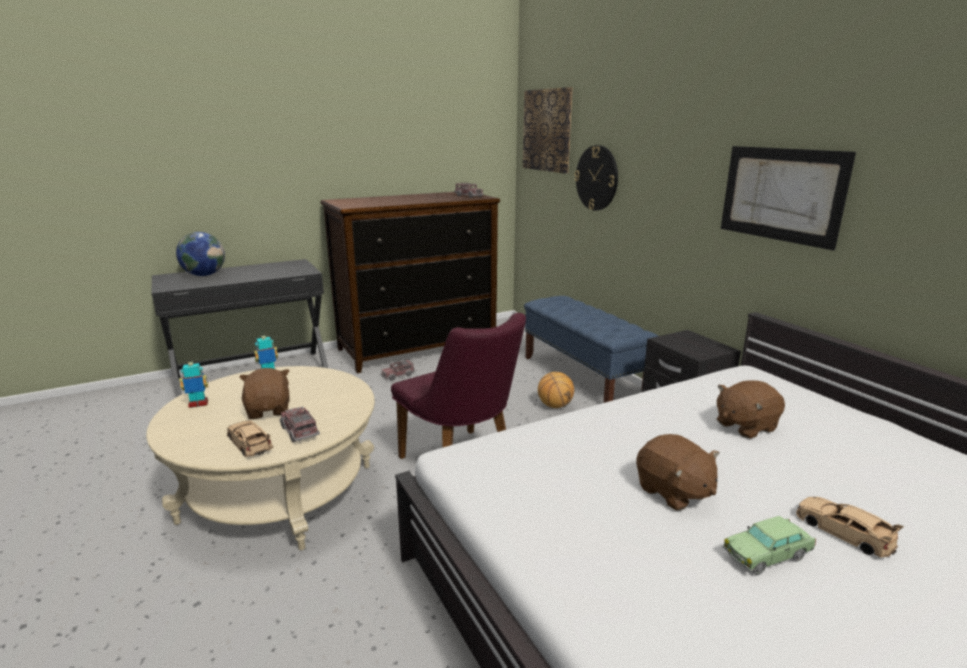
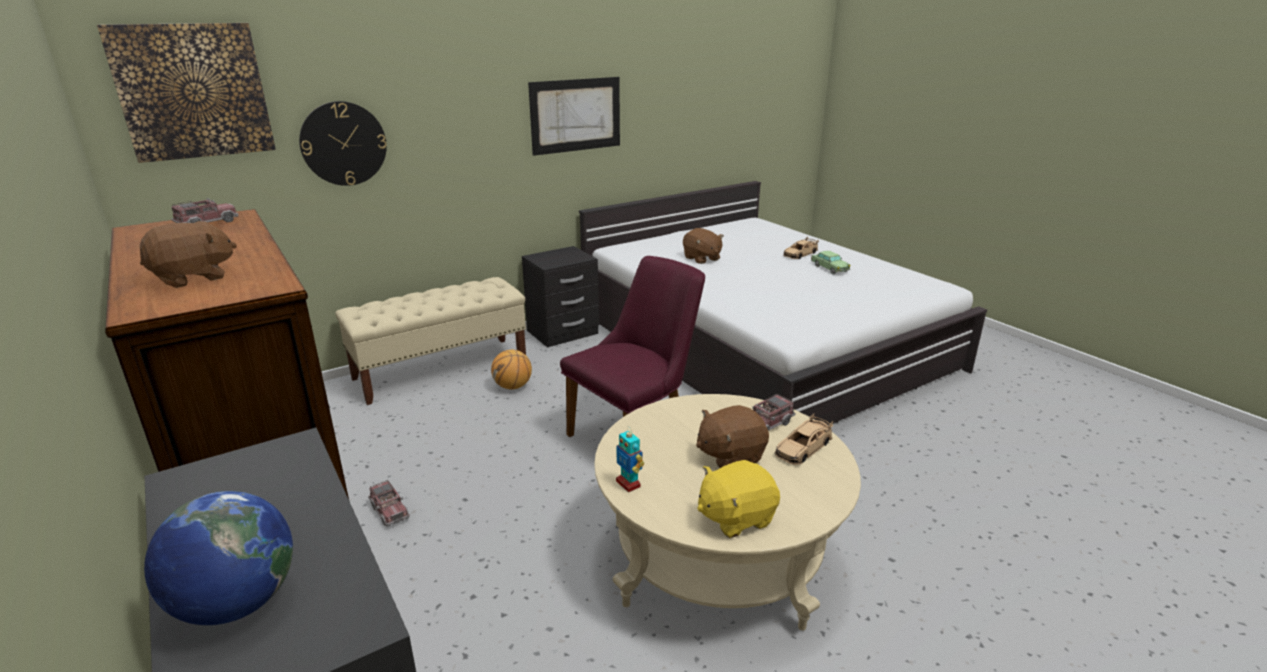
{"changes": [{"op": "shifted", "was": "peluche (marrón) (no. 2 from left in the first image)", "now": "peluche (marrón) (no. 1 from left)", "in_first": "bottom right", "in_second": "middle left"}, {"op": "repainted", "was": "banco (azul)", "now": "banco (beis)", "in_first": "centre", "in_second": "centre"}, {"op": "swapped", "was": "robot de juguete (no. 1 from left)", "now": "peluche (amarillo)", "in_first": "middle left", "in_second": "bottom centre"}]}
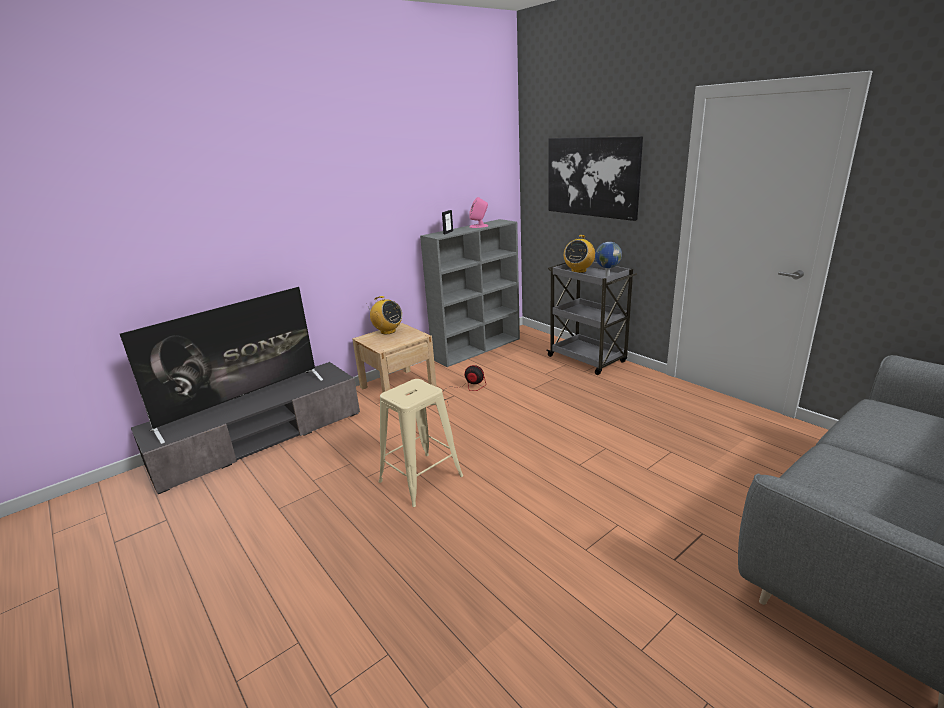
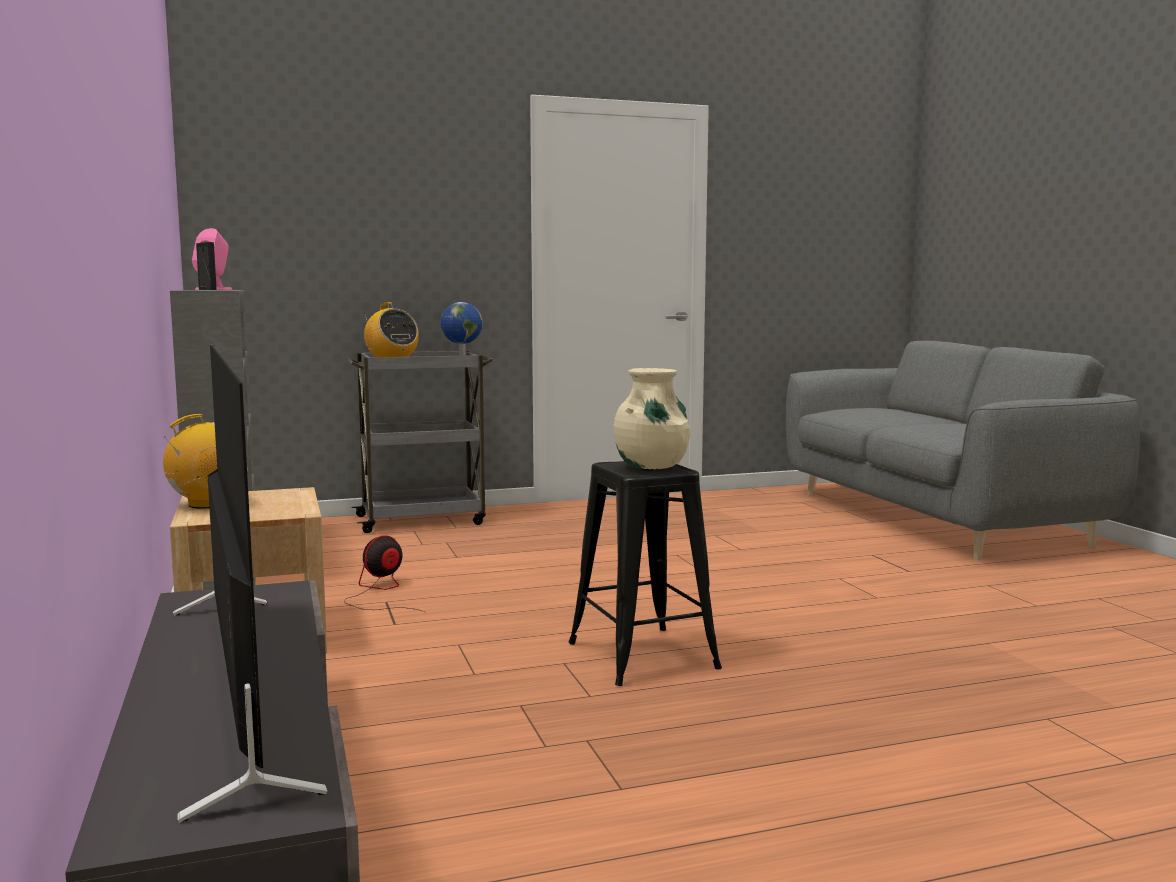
{"changes": [{"op": "repainted", "was": "taburete (beis)", "now": "taburete (negro)", "in_first": "centre", "in_second": "centre"}, {"op": "new", "now": "florero (beis)", "in_second": "centre"}, {"op": "gone", "was": "cuadro", "in_first": "top centre"}]}
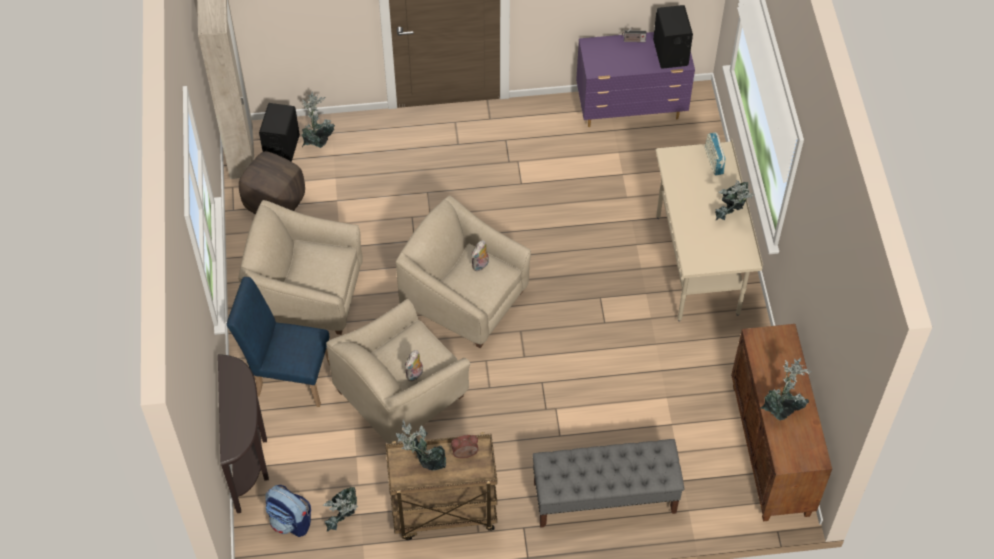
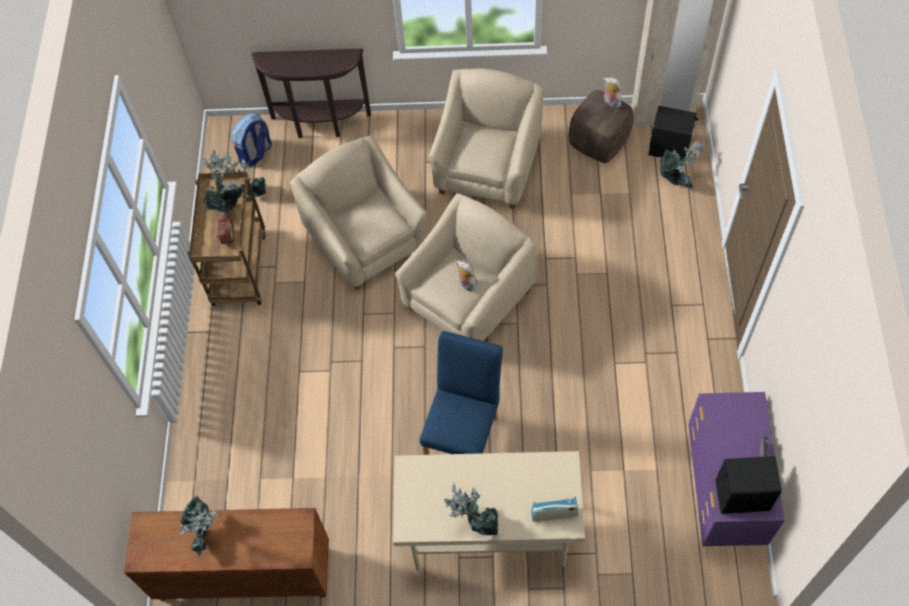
{"changes": [{"op": "shifted", "was": "silla (azul)", "in_first": "middle left", "in_second": "centre"}, {"op": "shifted", "was": "peluche (no. 1 from left in the first image)", "now": "peluche (no. 2 from left)", "in_first": "centre", "in_second": "top right"}, {"op": "gone", "was": "banco (gris)", "in_first": "bottom centre"}]}
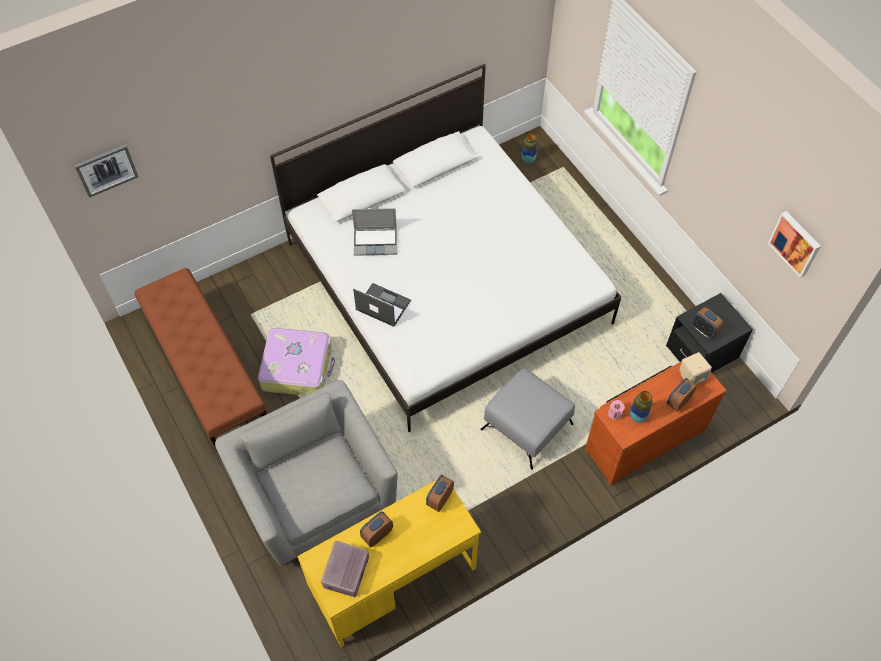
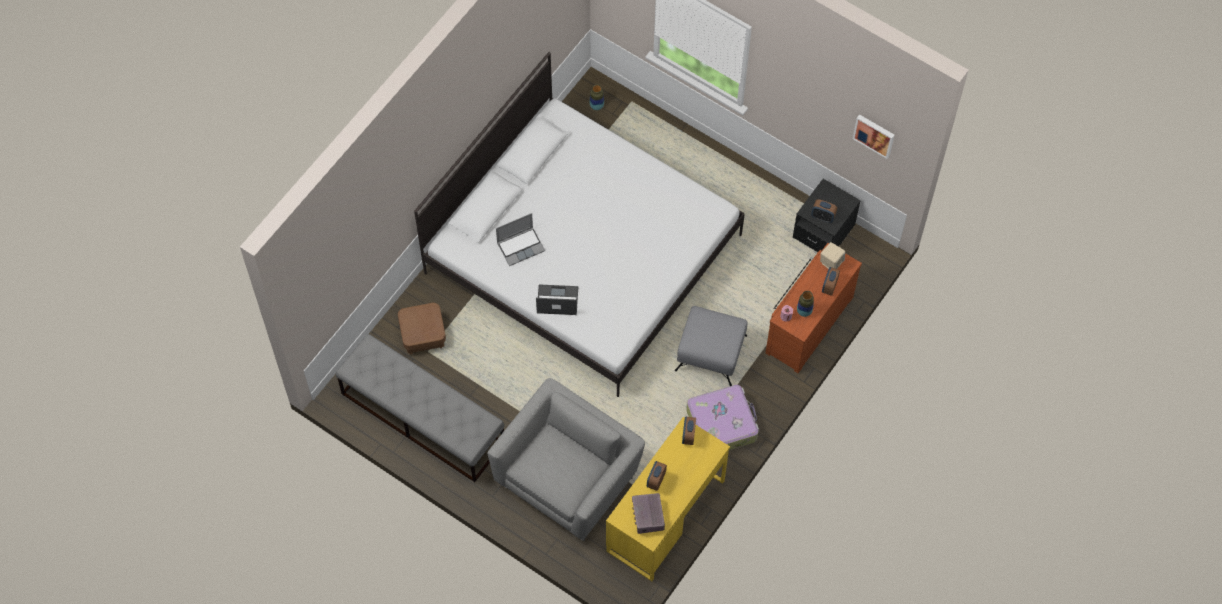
{"changes": [{"op": "repainted", "was": "banco (marrón)", "now": "banco (gris)", "in_first": "middle left", "in_second": "bottom centre"}, {"op": "new", "now": "puf (marrón)", "in_second": "centre"}, {"op": "rotated", "was": "sillón (gris)", "in_first": "bottom centre", "in_second": "bottom centre", "clockwise": 90}, {"op": "shifted", "was": "maleta", "in_first": "centre", "in_second": "bottom centre"}, {"op": "gone", "was": "cuadro (no. 1 from left)", "in_first": "top left"}]}
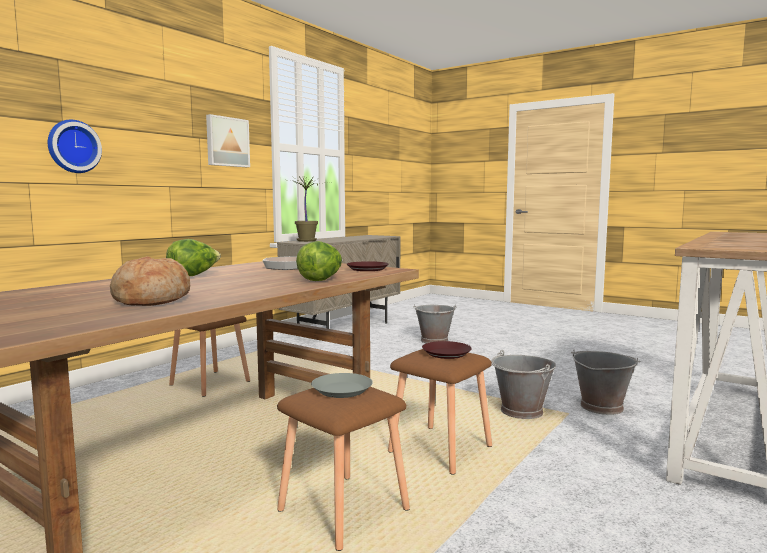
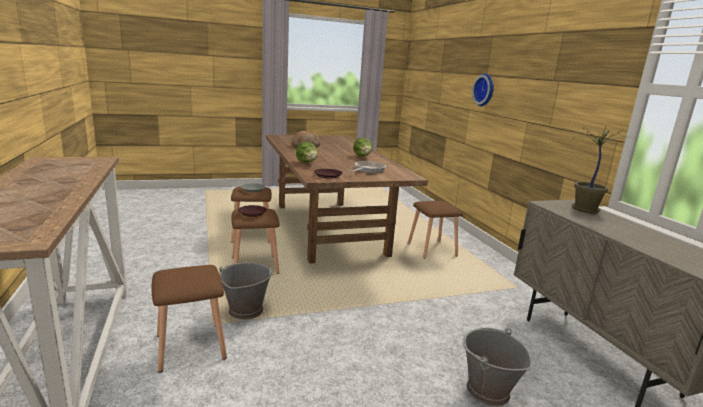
{"changes": [{"op": "swapped", "was": "cubo (gris) (no. 3 from left)", "now": "taburete (marrón) (no. 1 from left)", "in_first": "bottom right", "in_second": "bottom left"}, {"op": "gone", "was": "cuadro", "in_first": "top left"}]}
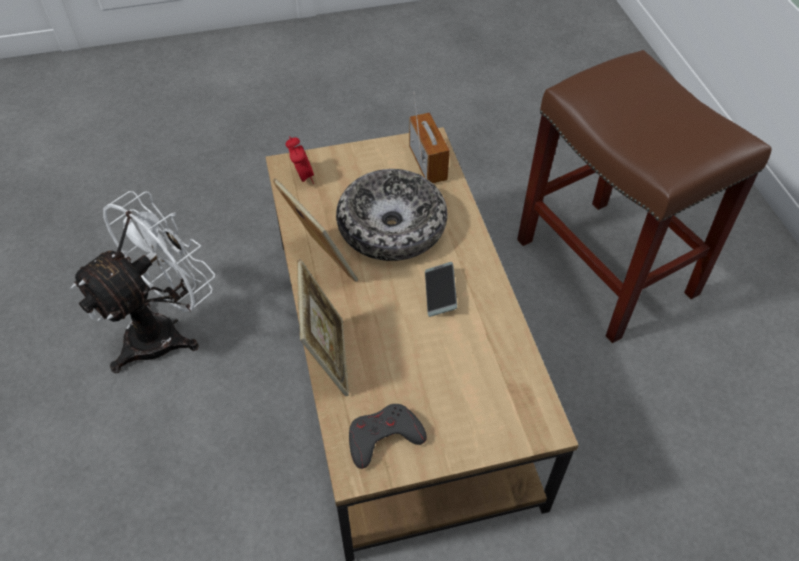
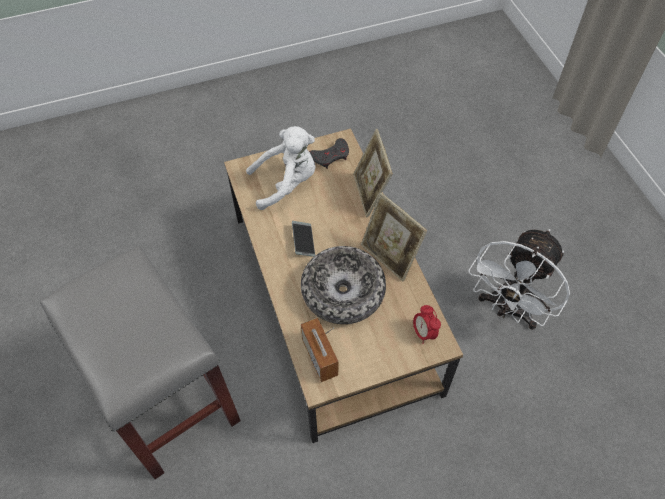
{"changes": [{"op": "repainted", "was": "taburete (marrón)", "now": "taburete (gris)", "in_first": "middle right", "in_second": "bottom left"}, {"op": "new", "now": "peluche (blanco)", "in_second": "centre"}]}
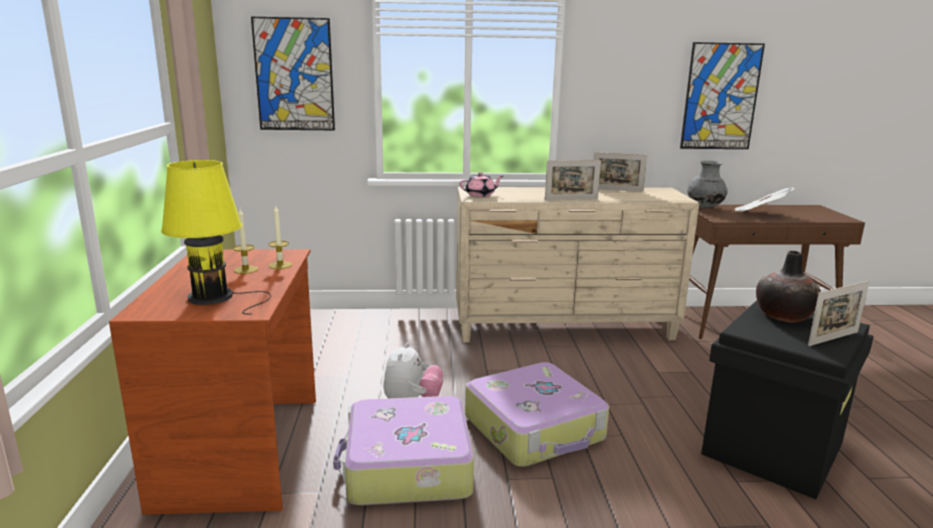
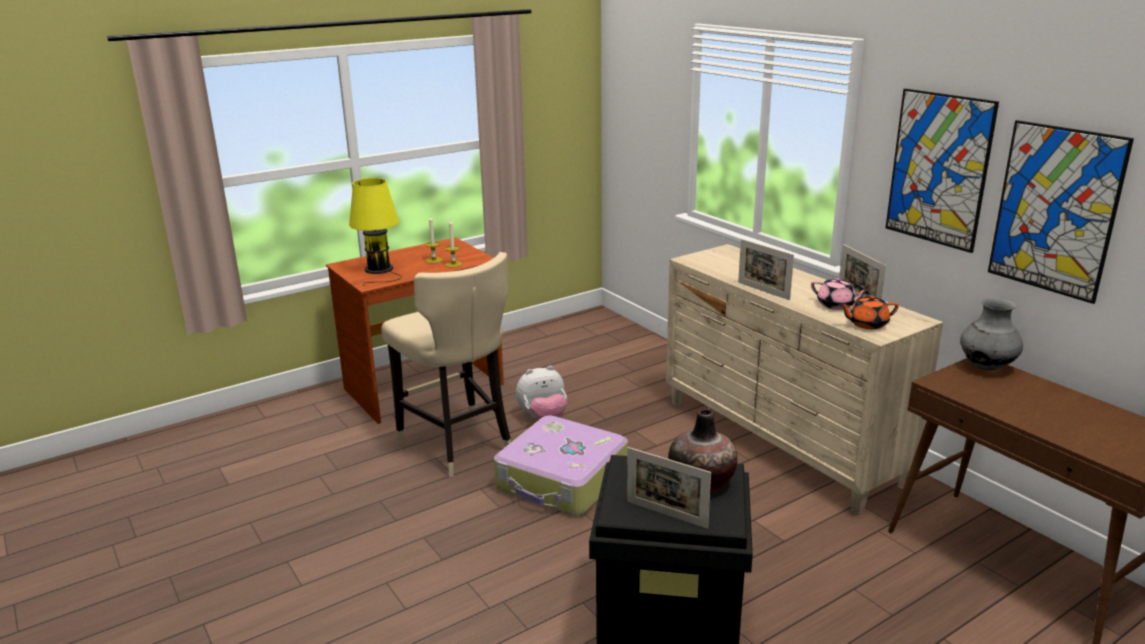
{"changes": [{"op": "swapped", "was": "maleta (no. 1 from left)", "now": "taburete (beis)", "in_first": "bottom centre", "in_second": "centre"}, {"op": "shifted", "was": "tetera (rosa)", "in_first": "centre", "in_second": "middle right"}, {"op": "new", "now": "tetera (naranja)", "in_second": "middle right"}, {"op": "shifted", "was": "cuadro (no. 1 from left)", "in_first": "top left", "in_second": "top right"}, {"op": "gone", "was": "periódico", "in_first": "middle right"}]}
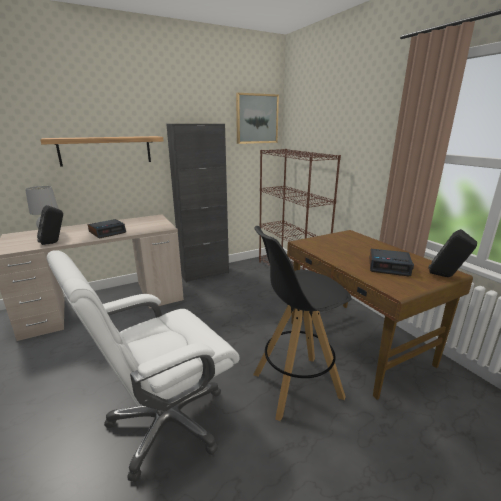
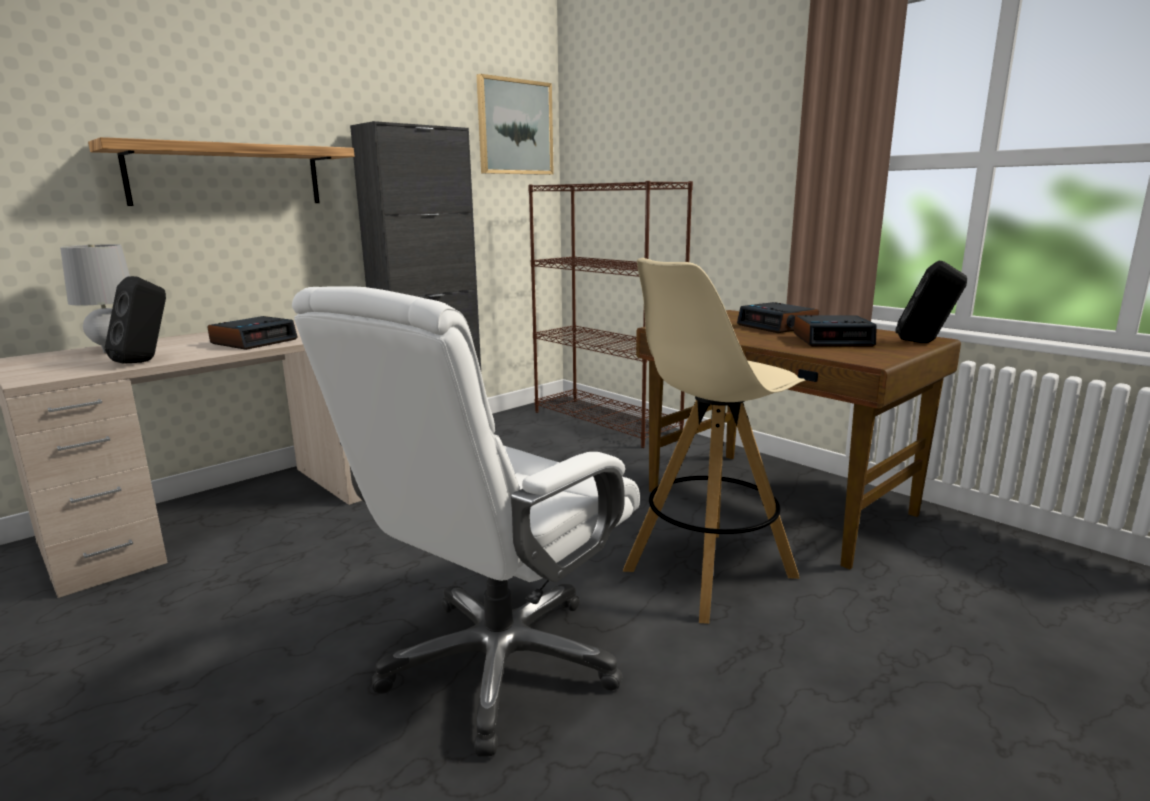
{"changes": [{"op": "repainted", "was": "taburete (negro)", "now": "taburete (beis)", "in_first": "centre", "in_second": "centre"}, {"op": "new", "now": "despertador (no. 2 from left)", "in_second": "middle right"}]}
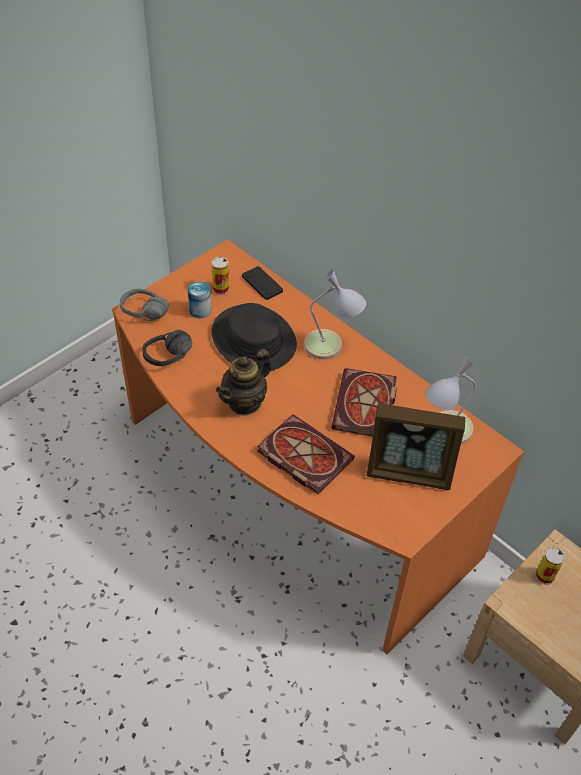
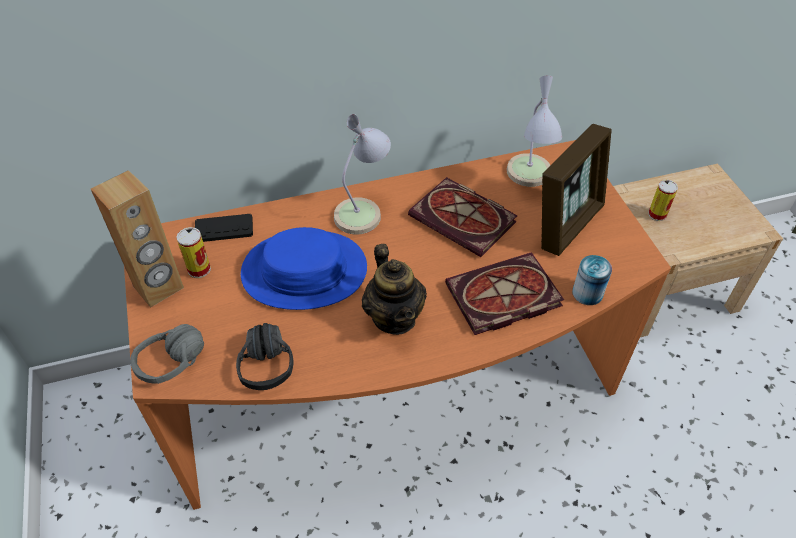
{"changes": [{"op": "new", "now": "altavoz (marrón)", "in_second": "middle left"}, {"op": "repainted", "was": "sombrero (negro)", "now": "sombrero (azul)", "in_first": "centre", "in_second": "centre"}, {"op": "shifted", "was": "lata (no. 1 from left in the first image)", "now": "lata (no. 2 from left)", "in_first": "centre", "in_second": "middle right"}]}
